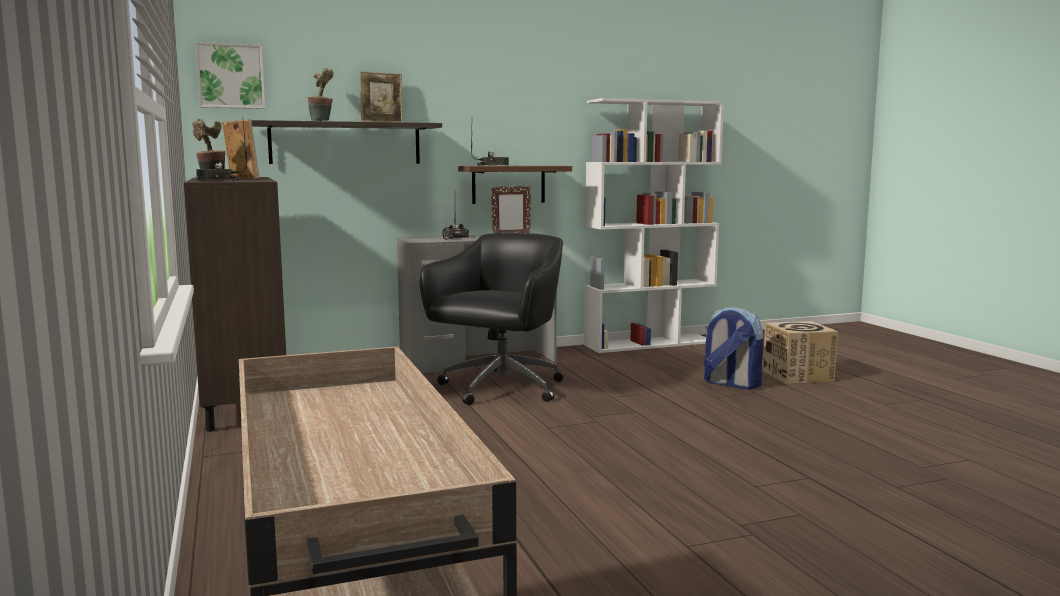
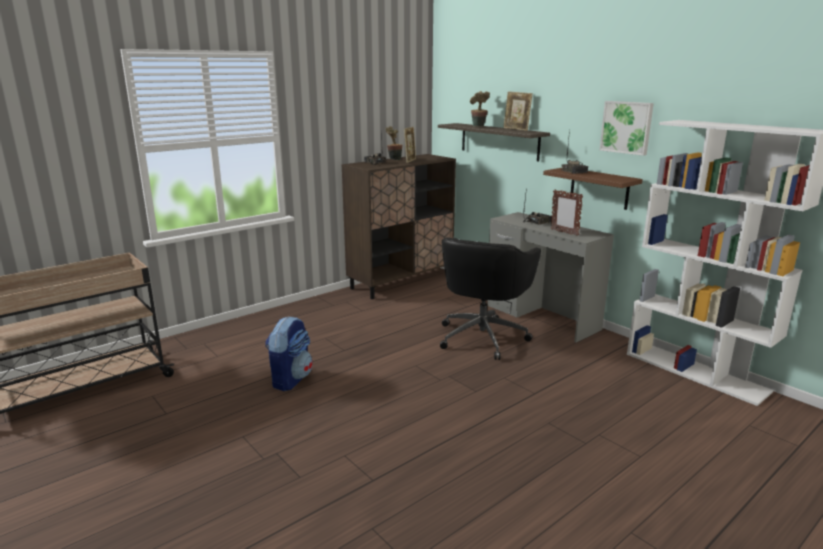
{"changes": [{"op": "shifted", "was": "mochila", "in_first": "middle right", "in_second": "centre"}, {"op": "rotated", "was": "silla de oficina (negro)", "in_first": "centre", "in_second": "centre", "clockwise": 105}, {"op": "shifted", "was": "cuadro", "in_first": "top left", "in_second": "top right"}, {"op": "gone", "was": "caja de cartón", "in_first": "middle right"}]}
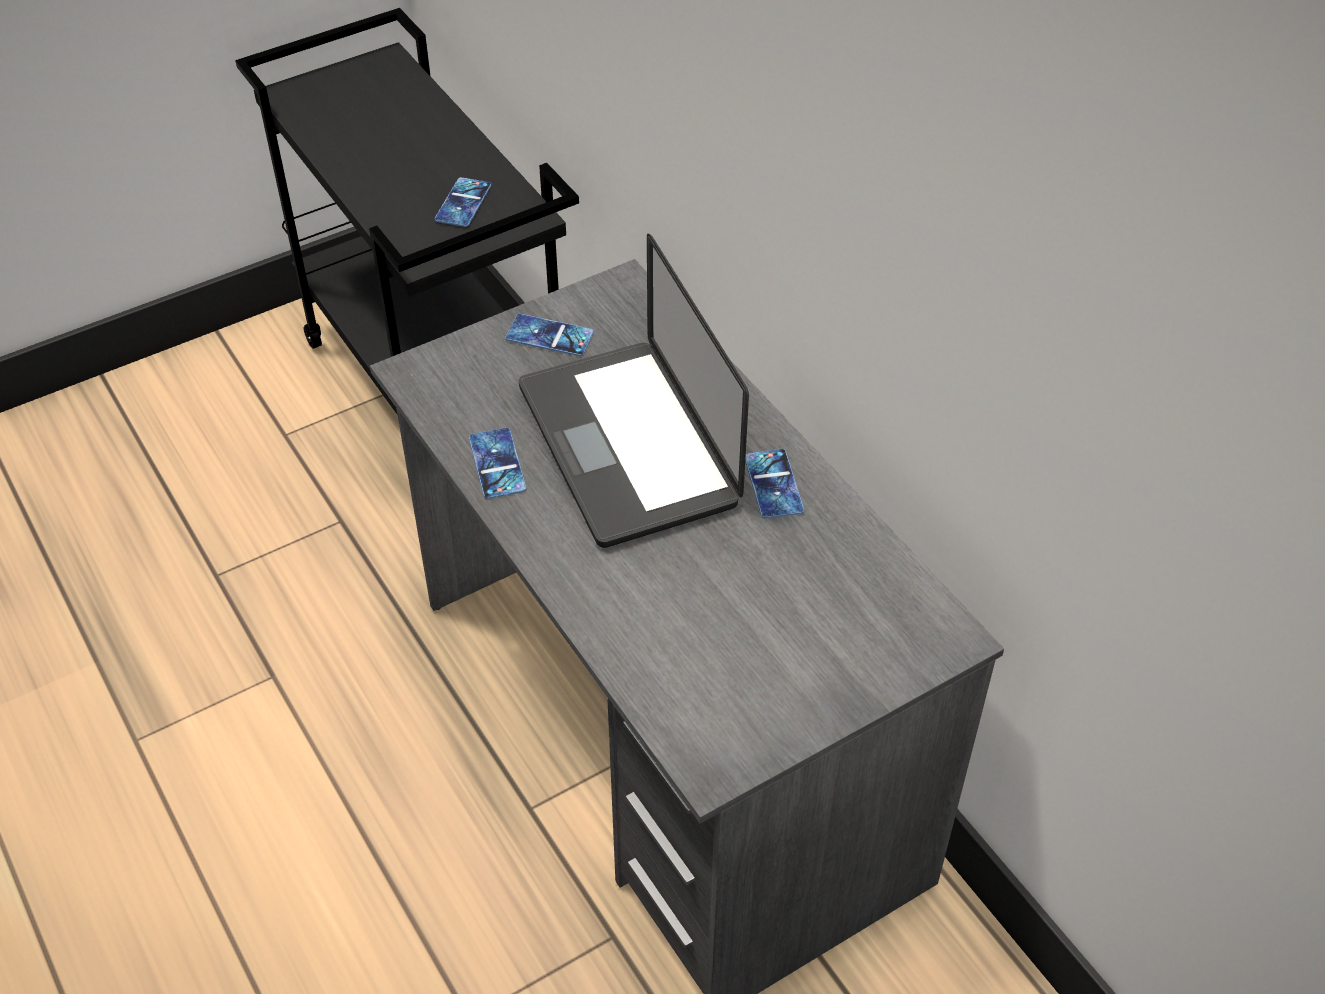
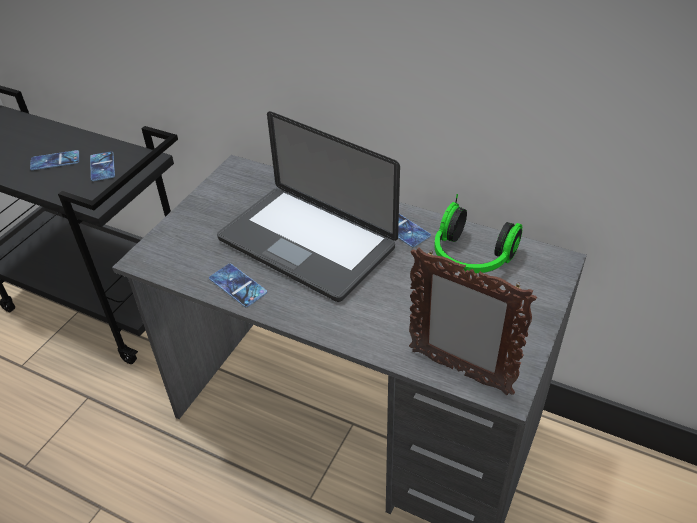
{"changes": [{"op": "shifted", "was": "móvil (no. 3 from left in the first image)", "now": "móvil (no. 1 from left)", "in_first": "centre", "in_second": "top left"}, {"op": "new", "now": "portarretratos", "in_second": "middle right"}, {"op": "new", "now": "auriculares", "in_second": "middle right"}]}
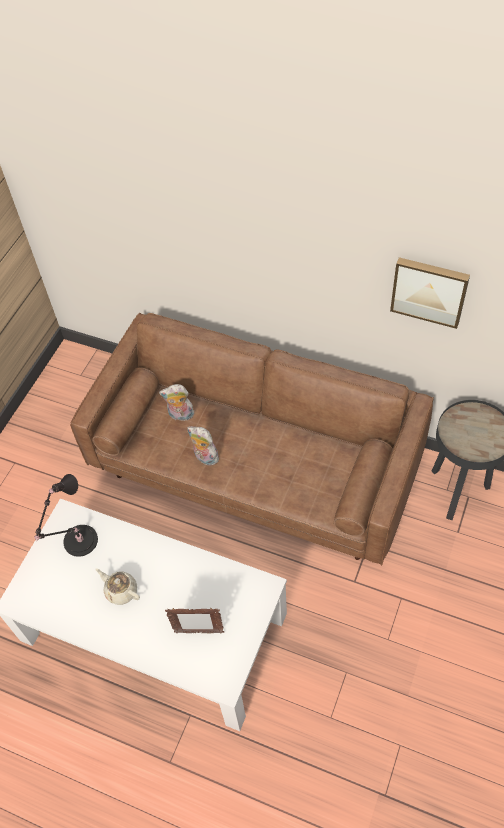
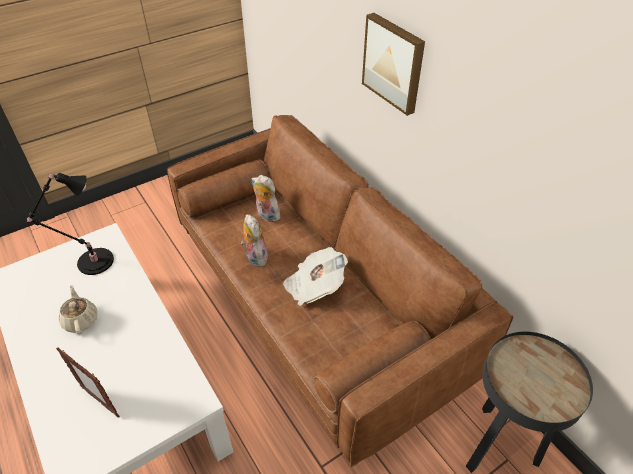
{"changes": [{"op": "new", "now": "periódico", "in_second": "centre"}, {"op": "shifted", "was": "cuadro", "in_first": "middle right", "in_second": "top centre"}]}
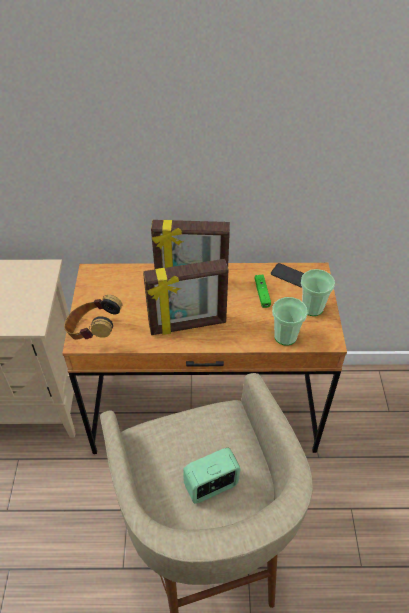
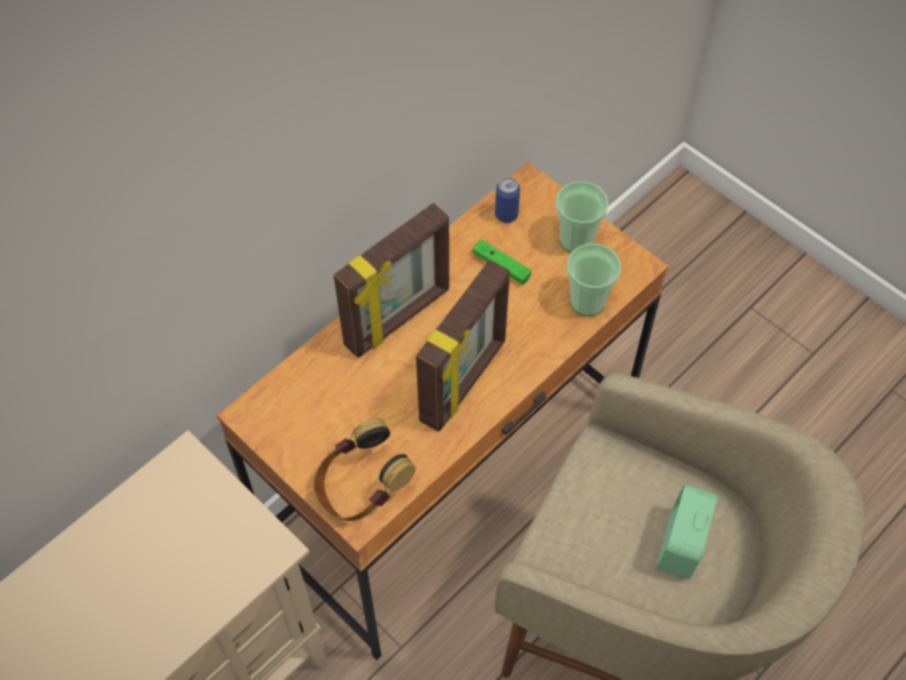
{"changes": [{"op": "swapped", "was": "móvil", "now": "lata", "in_first": "middle right", "in_second": "top centre"}]}
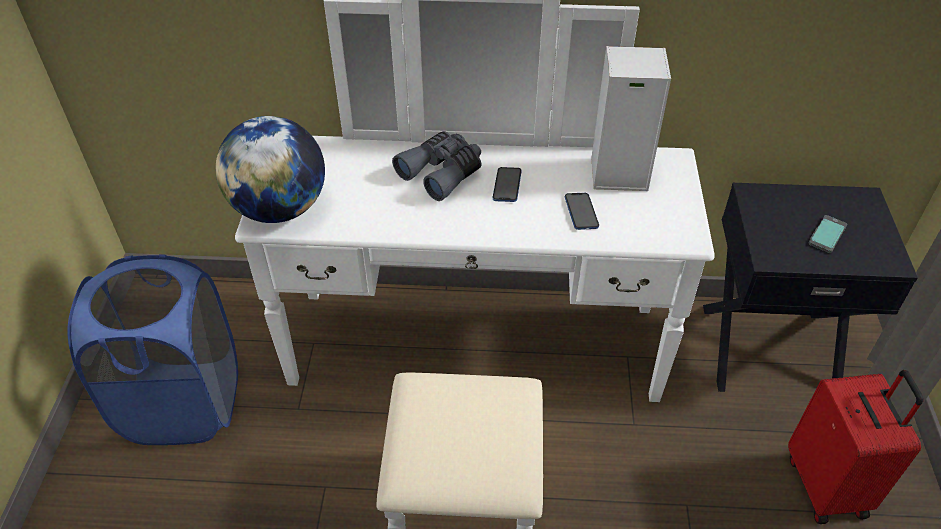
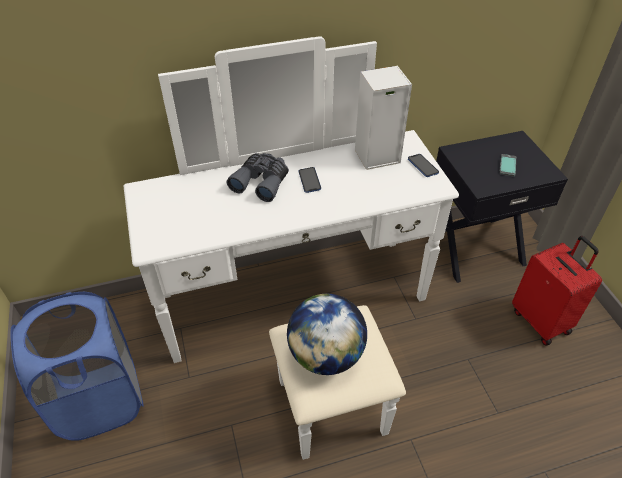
{"changes": [{"op": "shifted", "was": "globo terráqueo", "in_first": "top left", "in_second": "bottom centre"}, {"op": "shifted", "was": "móvil (no. 2 from left)", "in_first": "centre", "in_second": "middle right"}]}
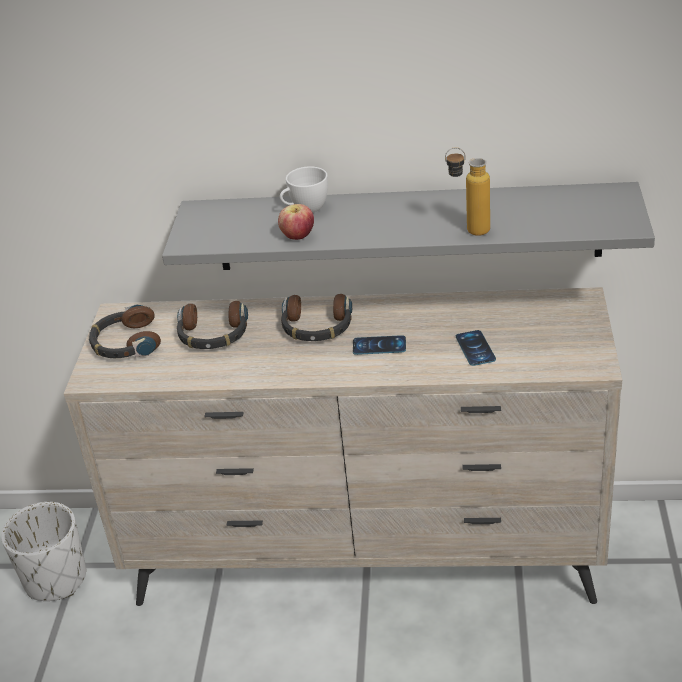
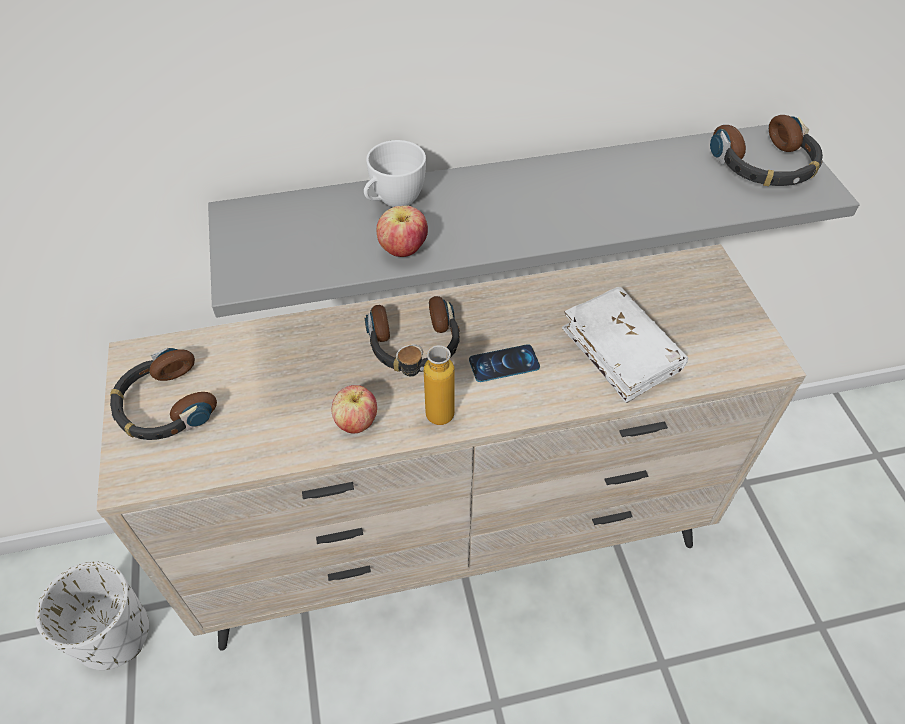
{"changes": [{"op": "new", "now": "manzana (no. 1 from left)", "in_second": "centre"}, {"op": "shifted", "was": "botella", "in_first": "top right", "in_second": "centre"}, {"op": "swapped", "was": "móvil (no. 2 from left)", "now": "libro (blanco)", "in_first": "middle right", "in_second": "middle right"}, {"op": "shifted", "was": "auriculares (no. 2 from left in the first image)", "now": "auriculares (no. 3 from left)", "in_first": "middle left", "in_second": "top right"}]}
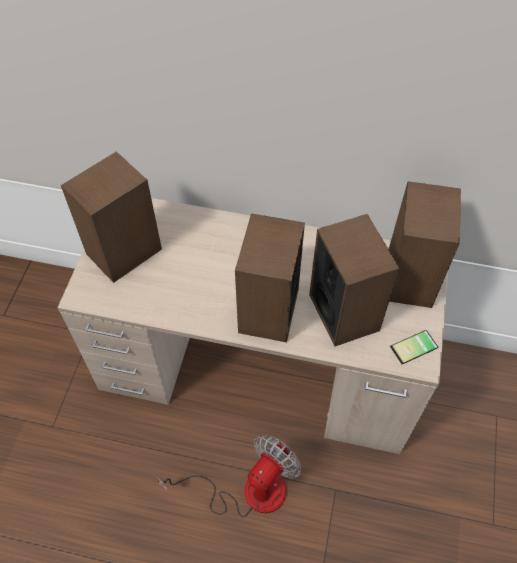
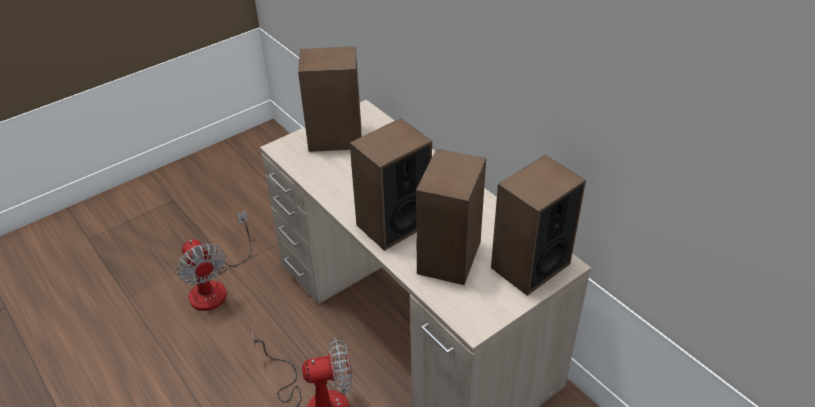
{"changes": [{"op": "new", "now": "ventilador (no. 1 from left)", "in_second": "middle left"}, {"op": "gone", "was": "móvil", "in_first": "middle right"}]}
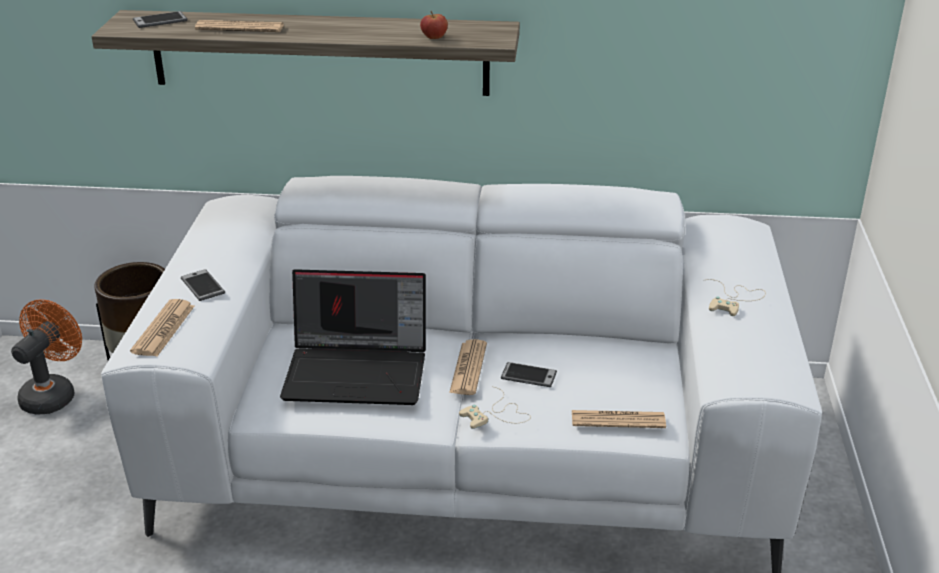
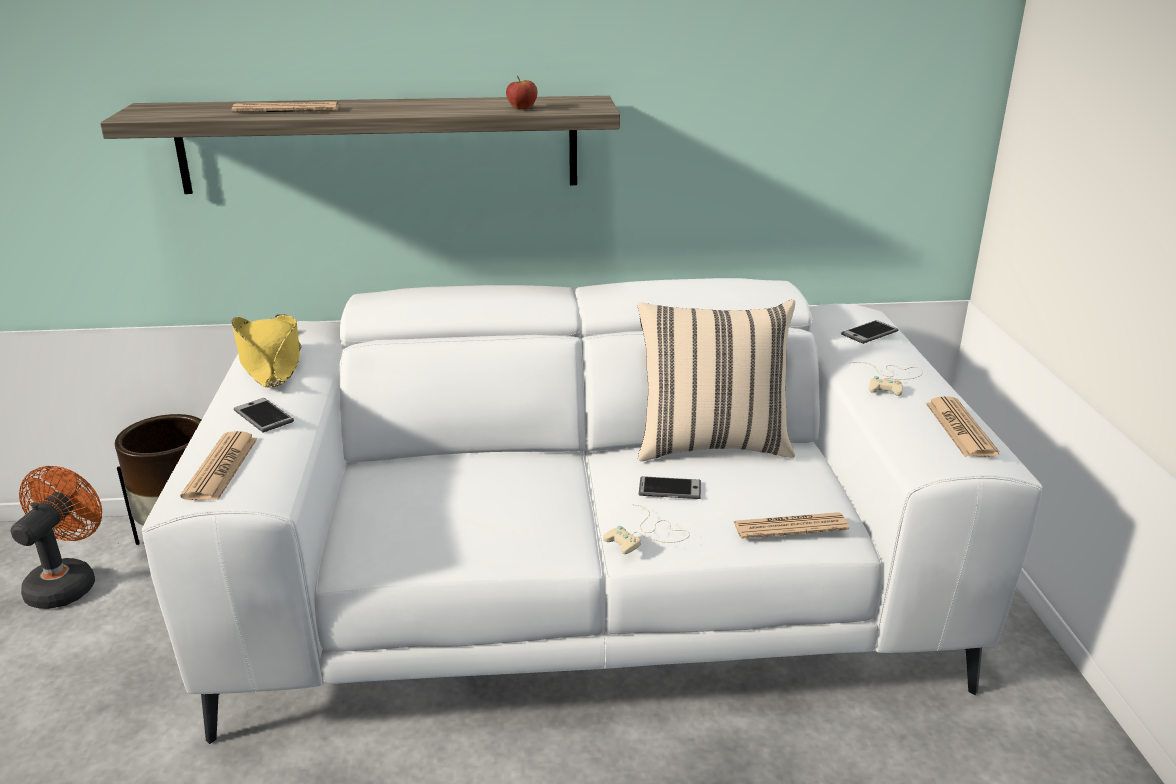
{"changes": [{"op": "new", "now": "sombrero (amarillo)", "in_second": "middle left"}, {"op": "new", "now": "cojín (beis)", "in_second": "centre"}, {"op": "shifted", "was": "móvil (no. 1 from left in the first image)", "now": "móvil (no. 3 from left)", "in_first": "top left", "in_second": "middle right"}, {"op": "shifted", "was": "periódico (no. 3 from left in the first image)", "now": "periódico (no. 4 from left)", "in_first": "centre", "in_second": "middle right"}, {"op": "gone", "was": "portátil", "in_first": "centre"}]}
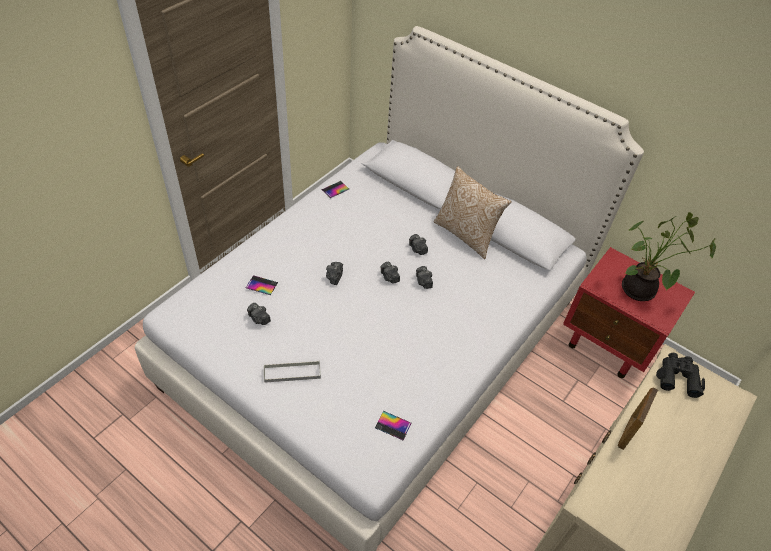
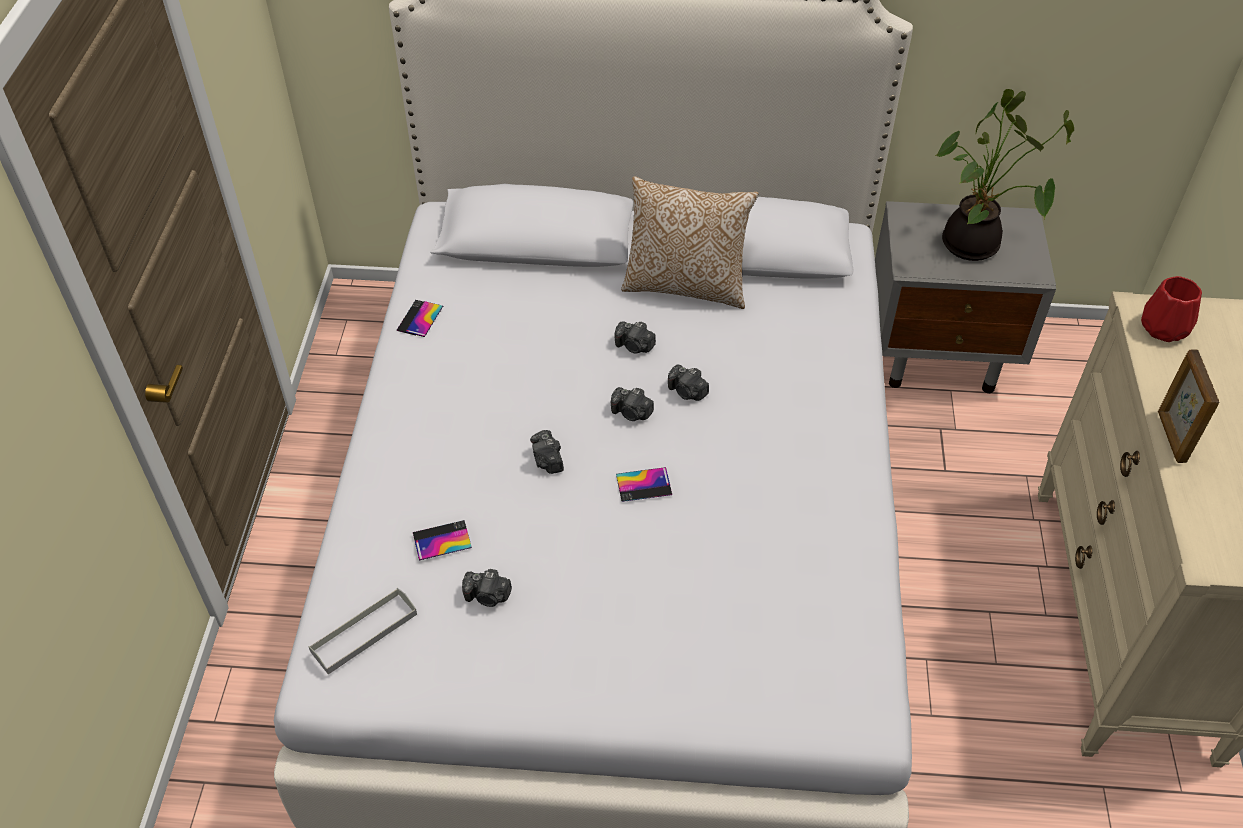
{"changes": [{"op": "shifted", "was": "bandeja (gris)", "in_first": "bottom centre", "in_second": "bottom left"}, {"op": "shifted", "was": "móvil (no. 3 from left)", "in_first": "bottom centre", "in_second": "centre"}, {"op": "repainted", "was": "mesita de noche (rojo)", "now": "mesita de noche (gris)", "in_first": "middle right", "in_second": "middle right"}, {"op": "swapped", "was": "prismáticos (negro)", "now": "florero (rojo)", "in_first": "bottom right", "in_second": "middle right"}]}
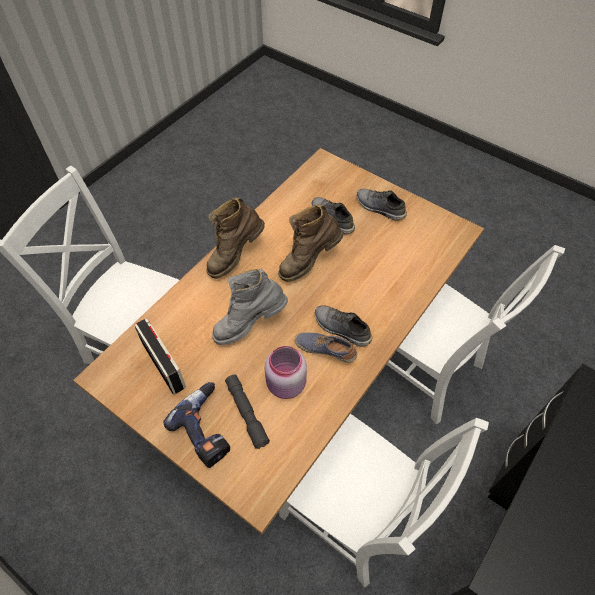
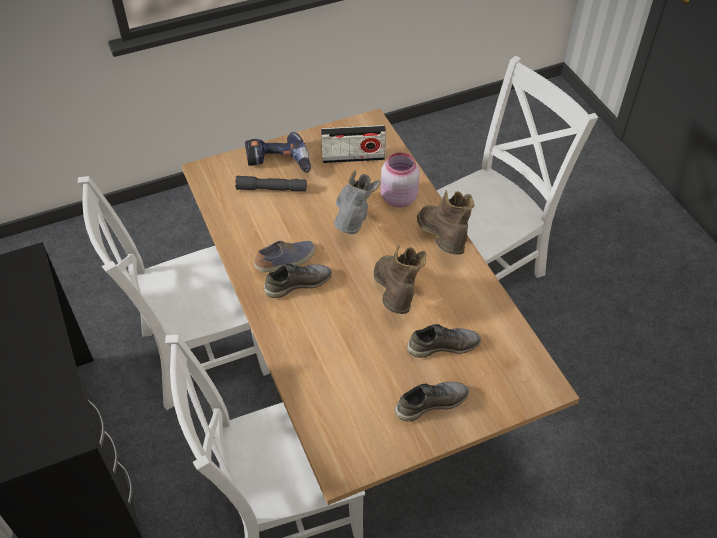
{"changes": [{"op": "shifted", "was": "tarro (rosa)", "in_first": "centre", "in_second": "top centre"}]}
